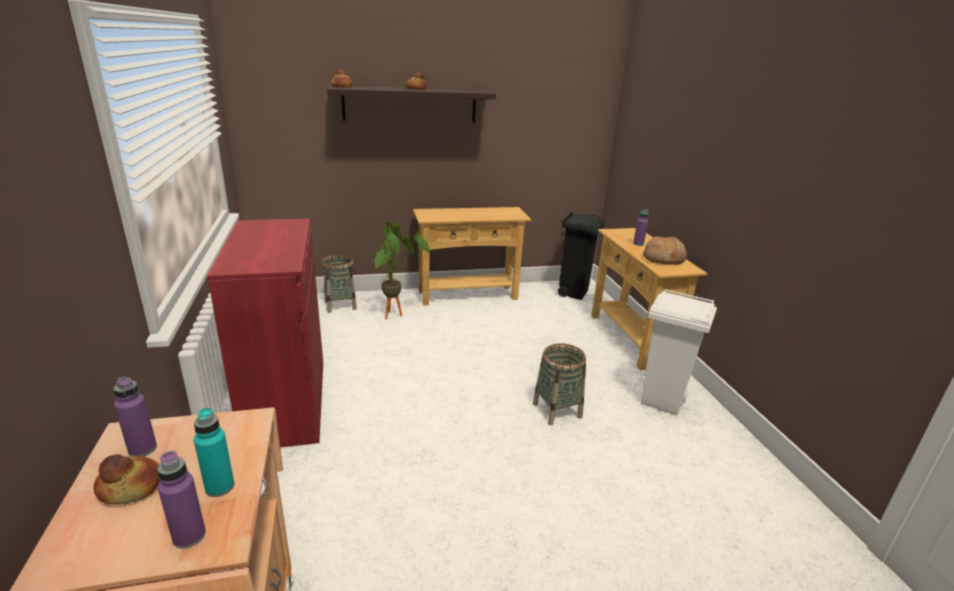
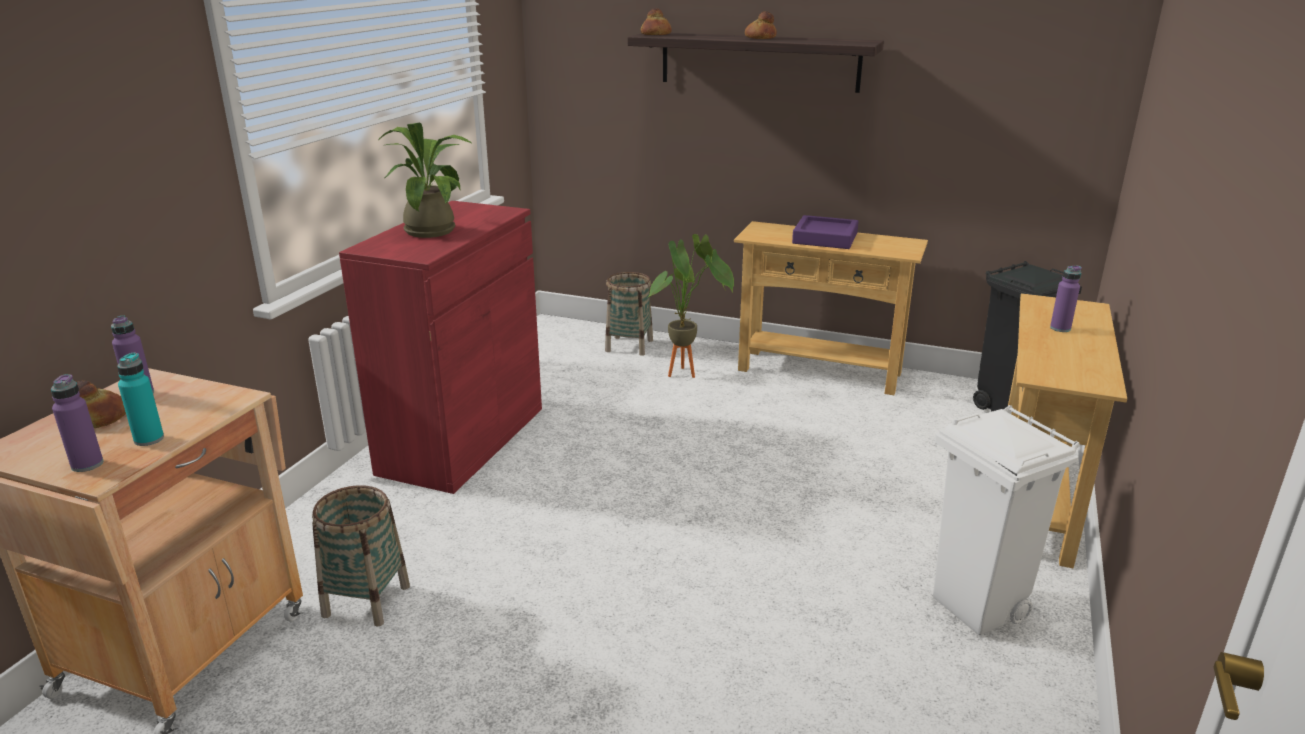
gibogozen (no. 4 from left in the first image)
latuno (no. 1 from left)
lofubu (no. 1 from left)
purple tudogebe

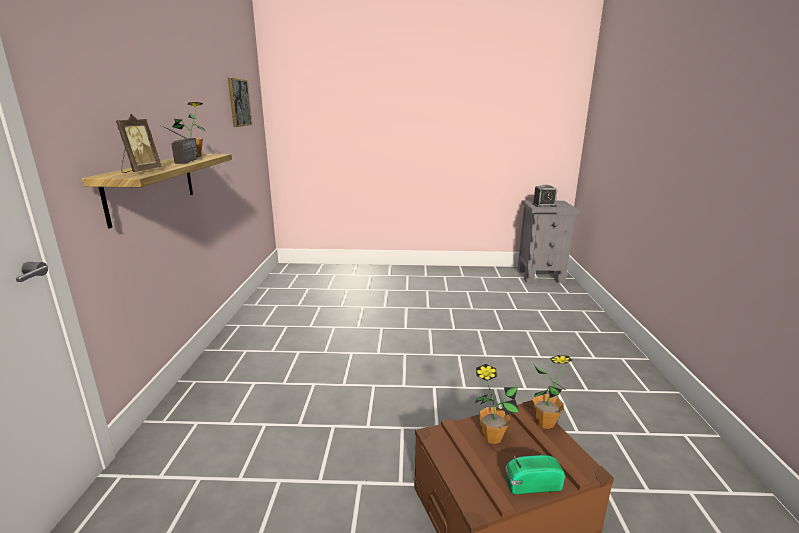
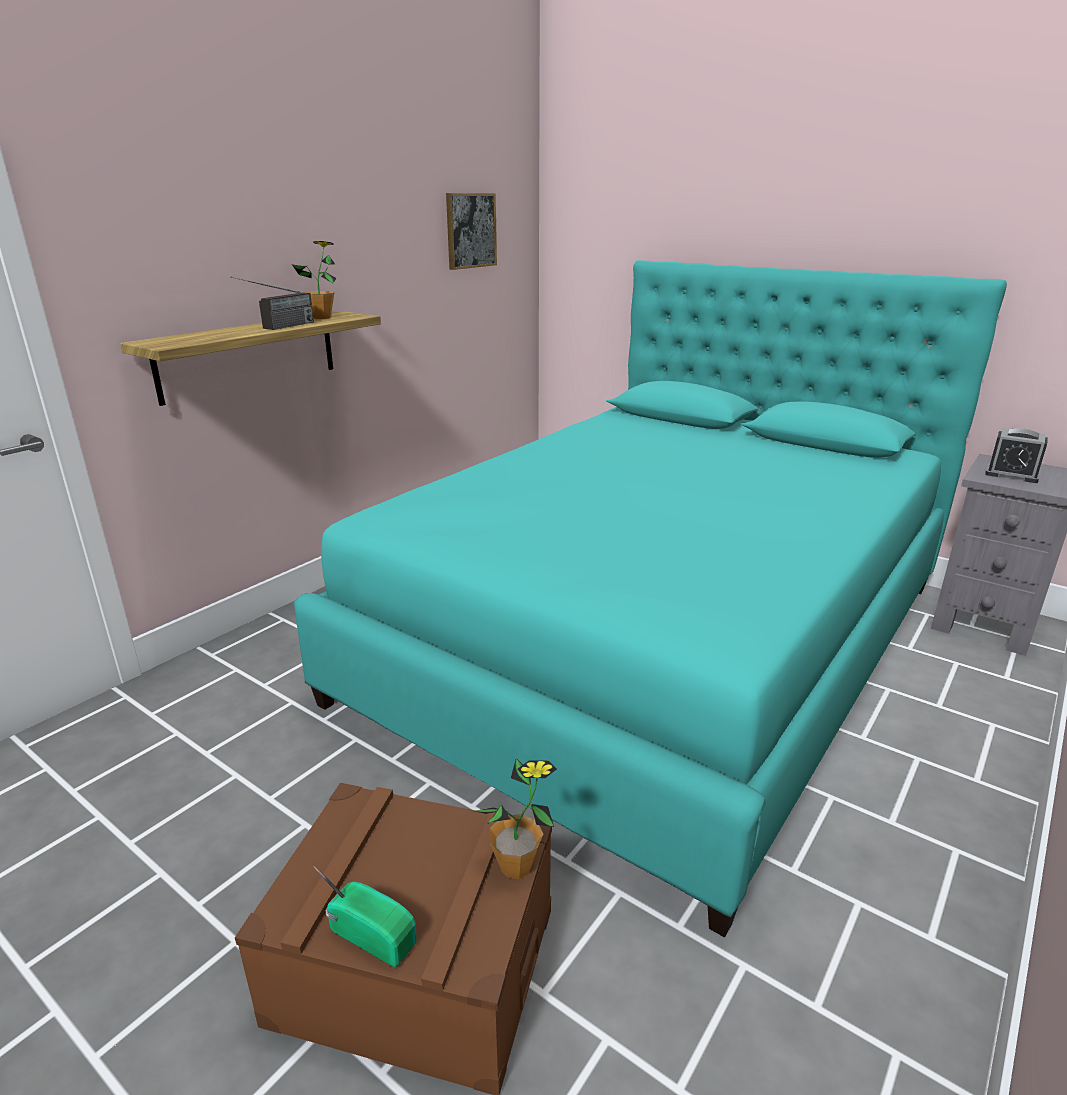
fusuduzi
lofubu (no. 2 from left in the first image)
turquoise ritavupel

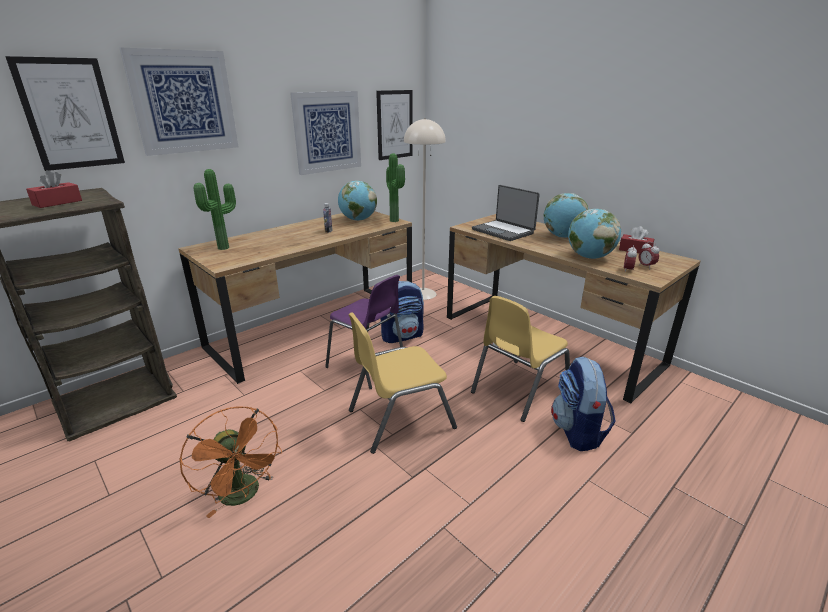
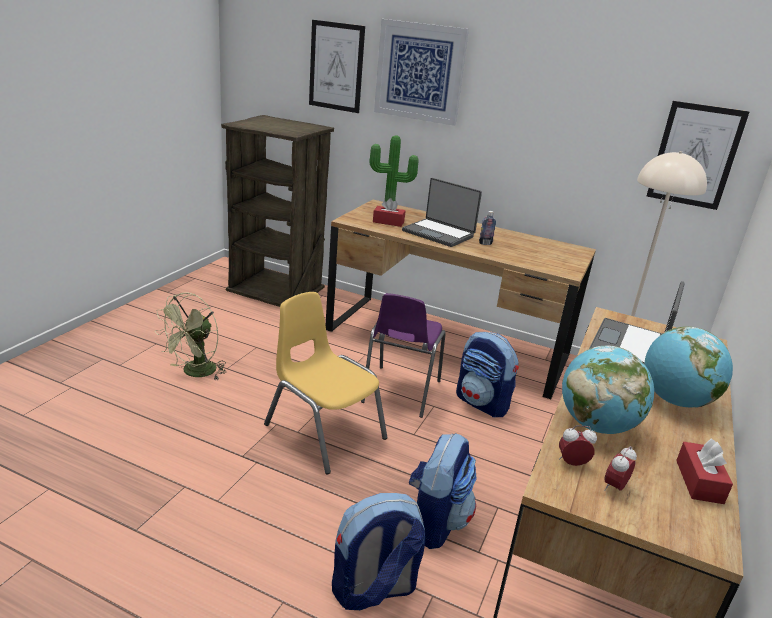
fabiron (no. 3 from left in the first image)
lofubu (no. 2 from left in the first image)
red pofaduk (no. 1 from left)
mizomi (no. 1 from left in the first image)
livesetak (no. 2 from left)
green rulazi
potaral (no. 1 from left)

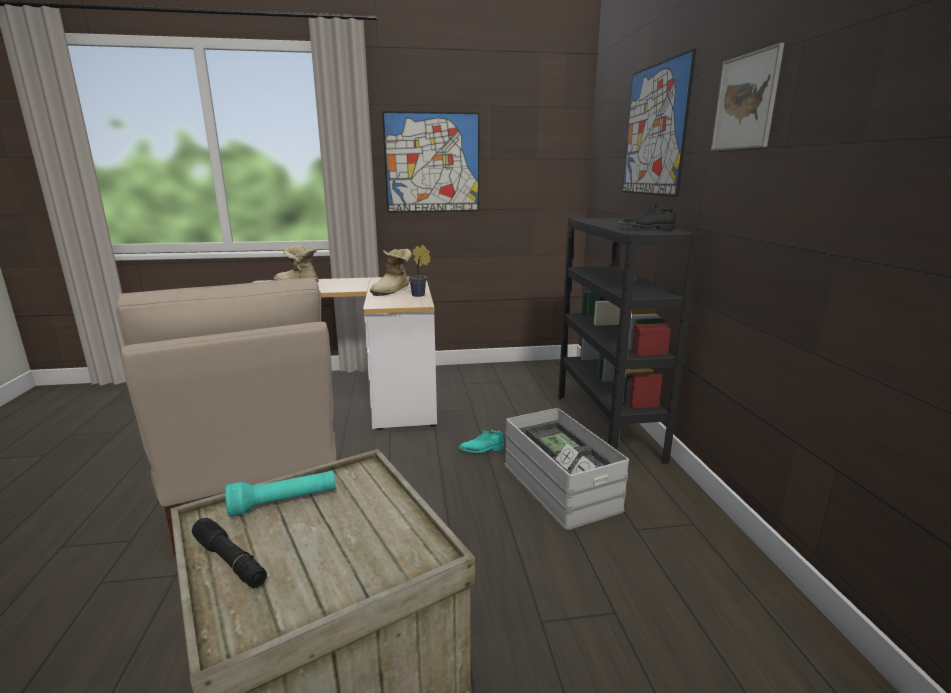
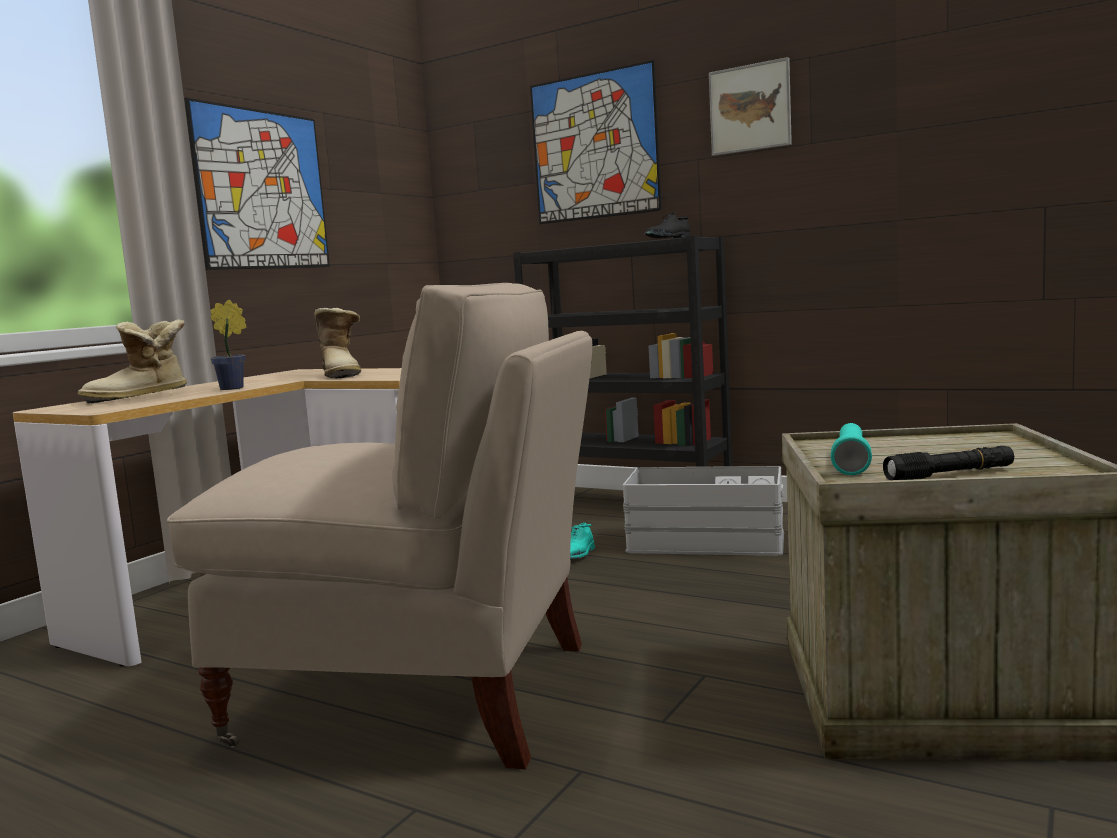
lofubu

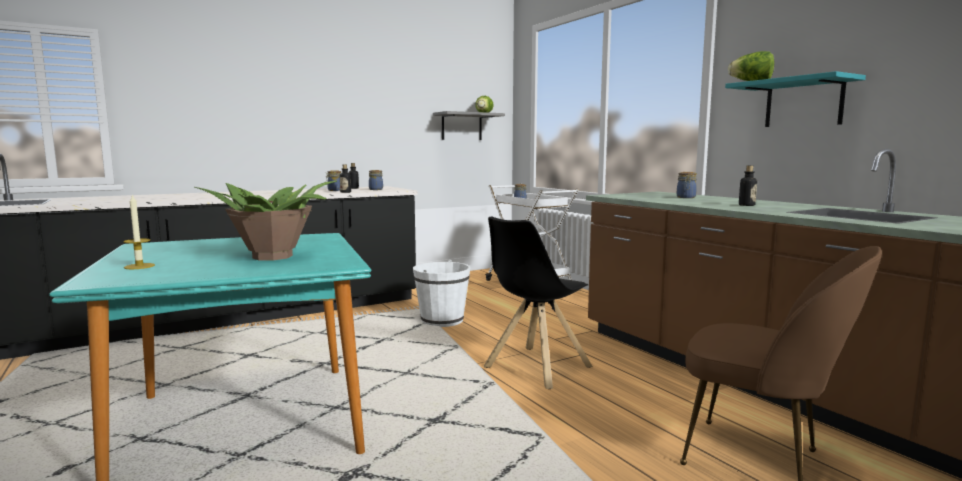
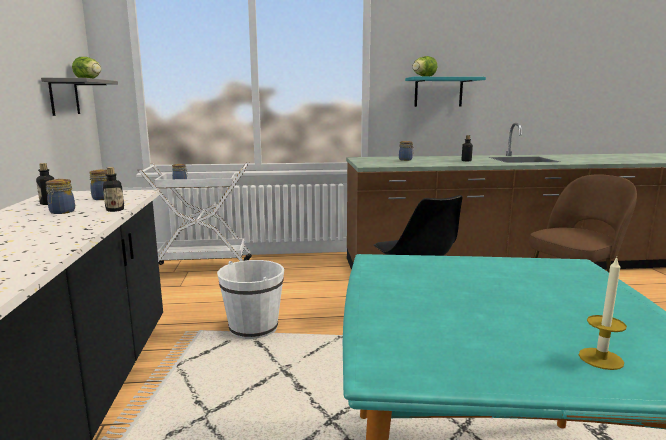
lofubu

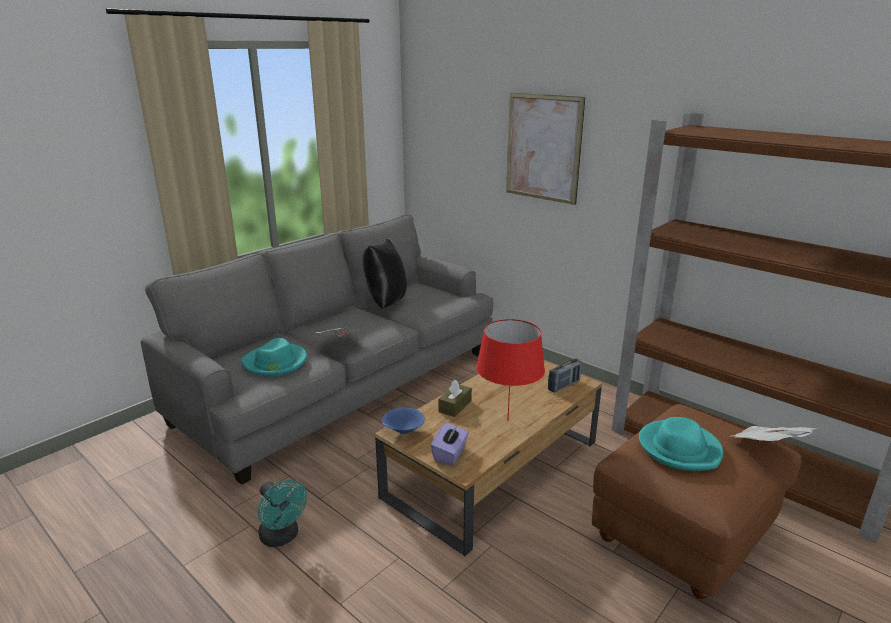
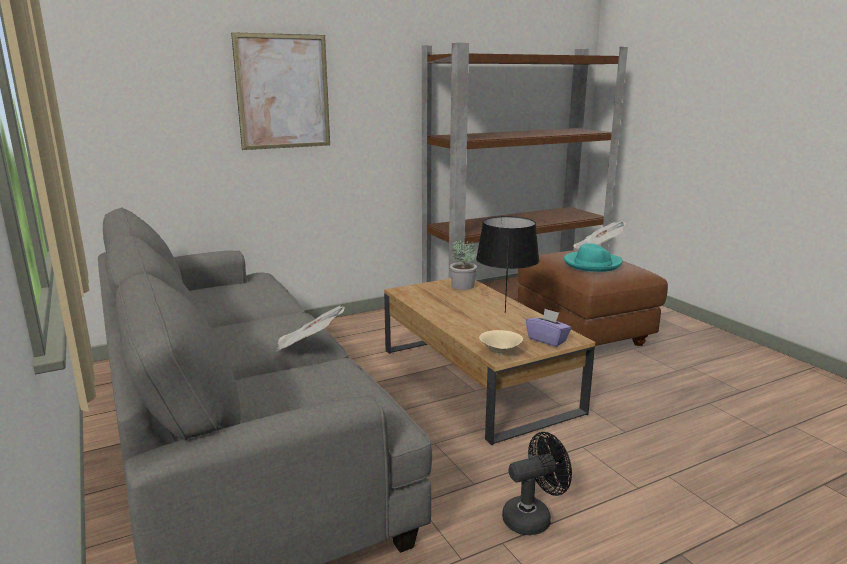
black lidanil
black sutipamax
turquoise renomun (no. 1 from left in the first image)
lofubu
brown pofaduk
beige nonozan
black rulazi

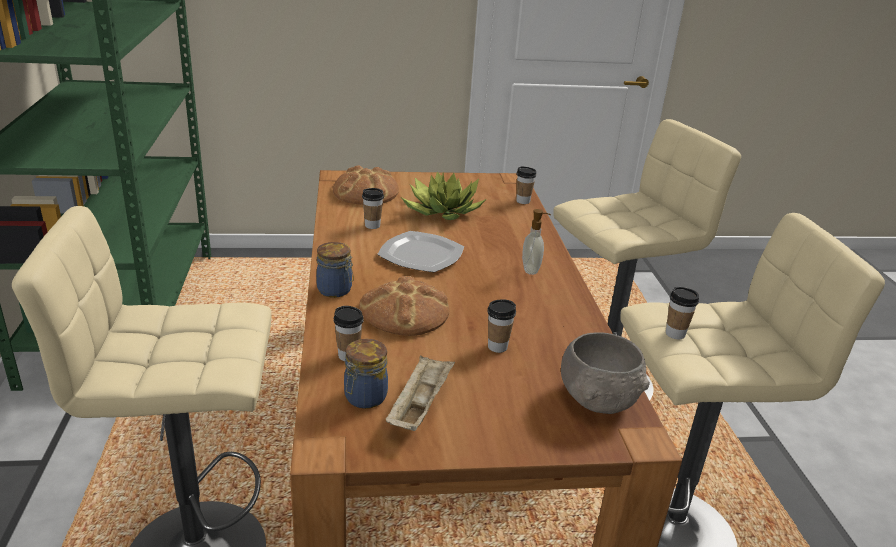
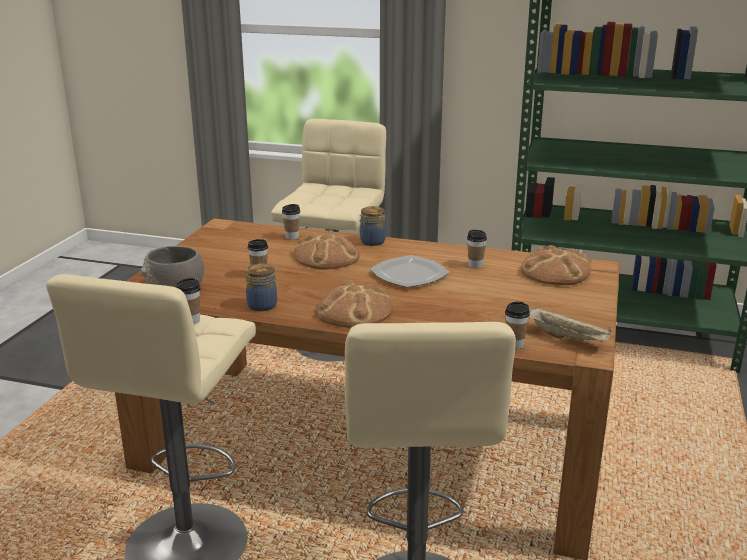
lofubu
gibogozen (no. 2 from left)
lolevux (no. 1 from left)
beige tudogebe

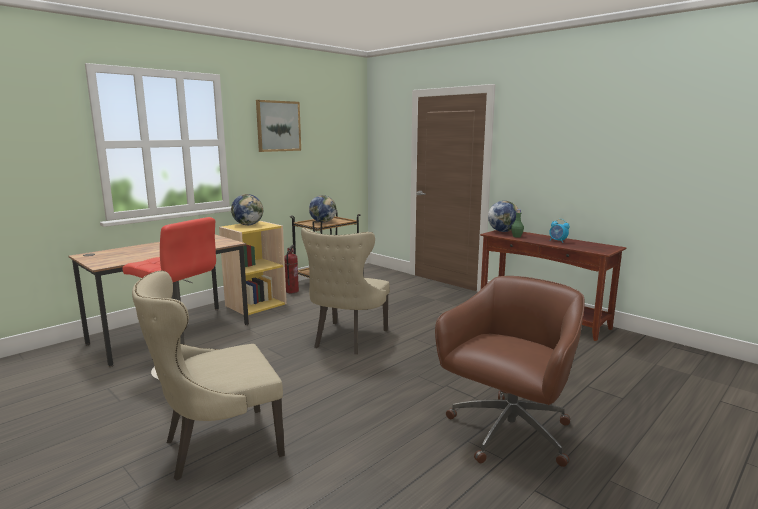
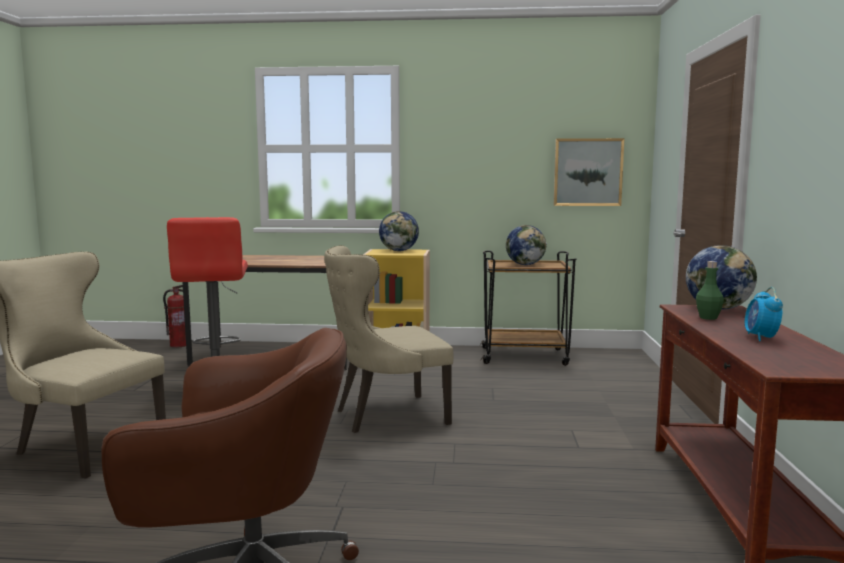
fabiron
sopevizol

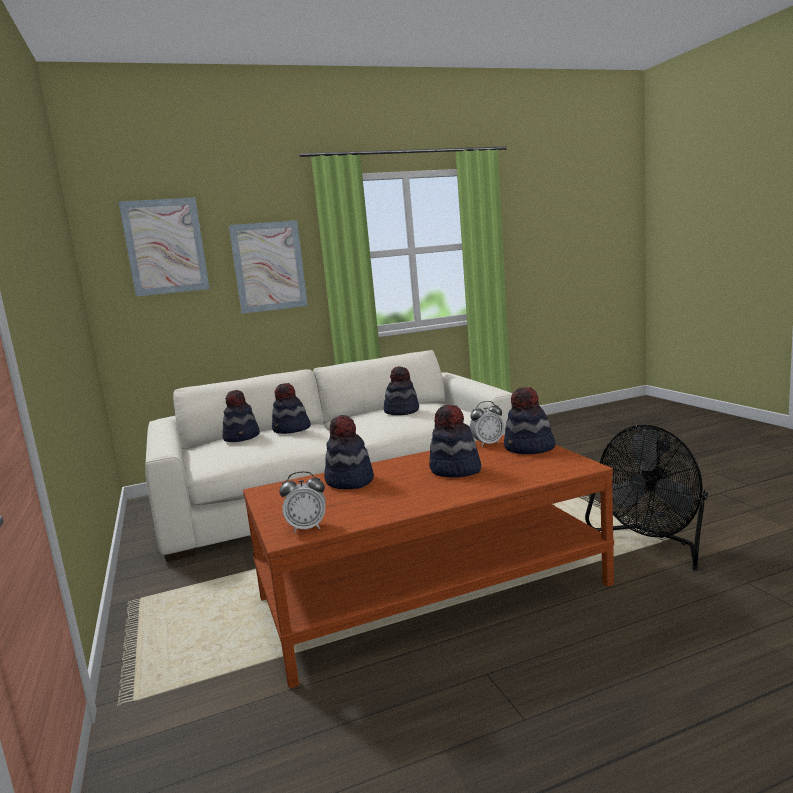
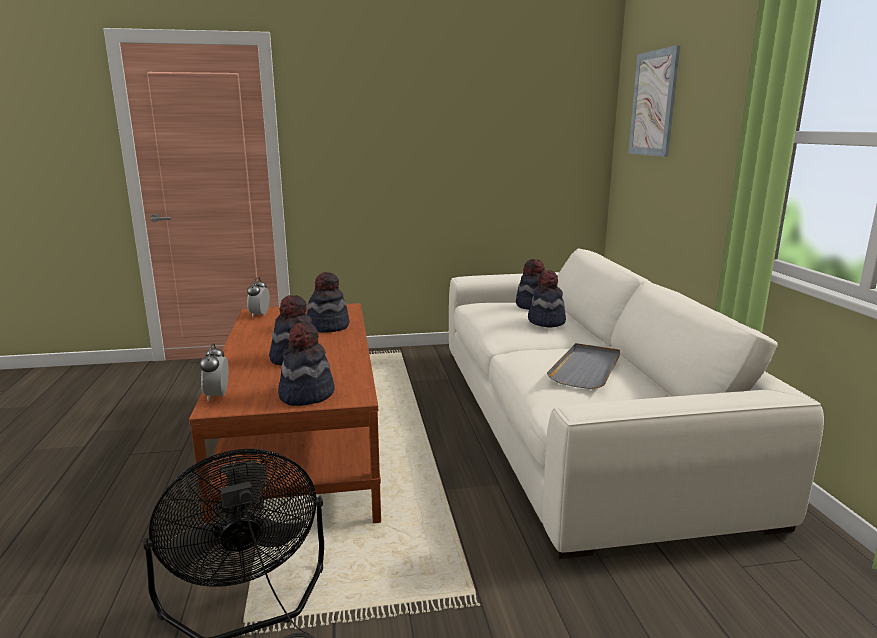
fabiron (no. 2 from left in the first image)
grey tudogebe
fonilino (no. 1 from left)

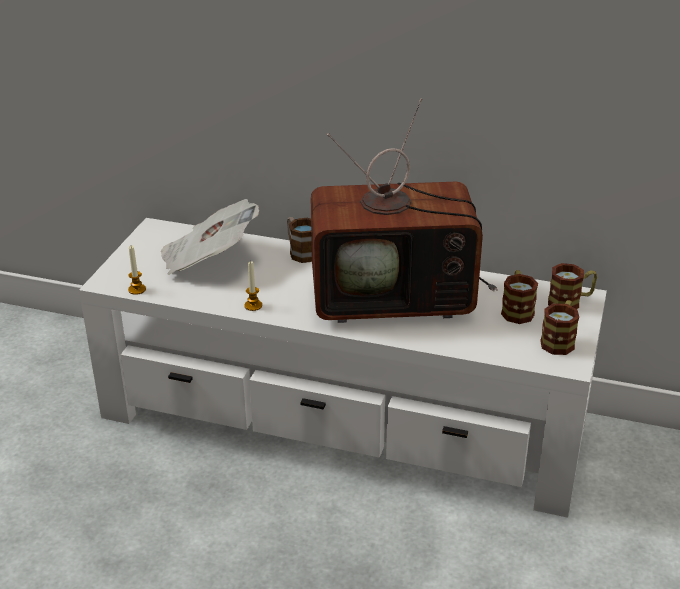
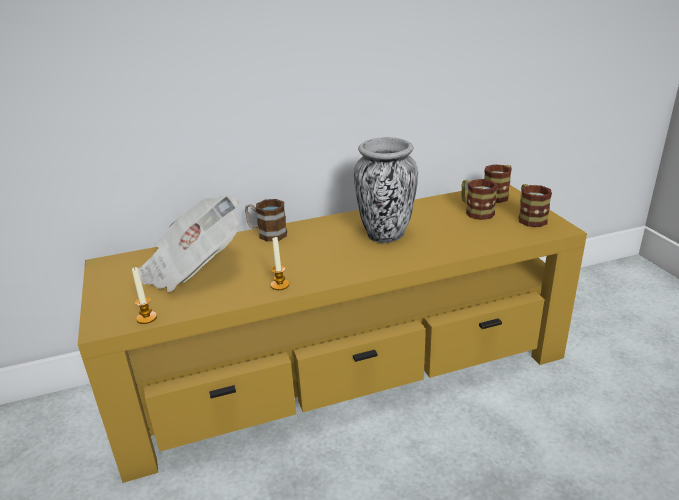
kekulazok
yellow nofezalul

